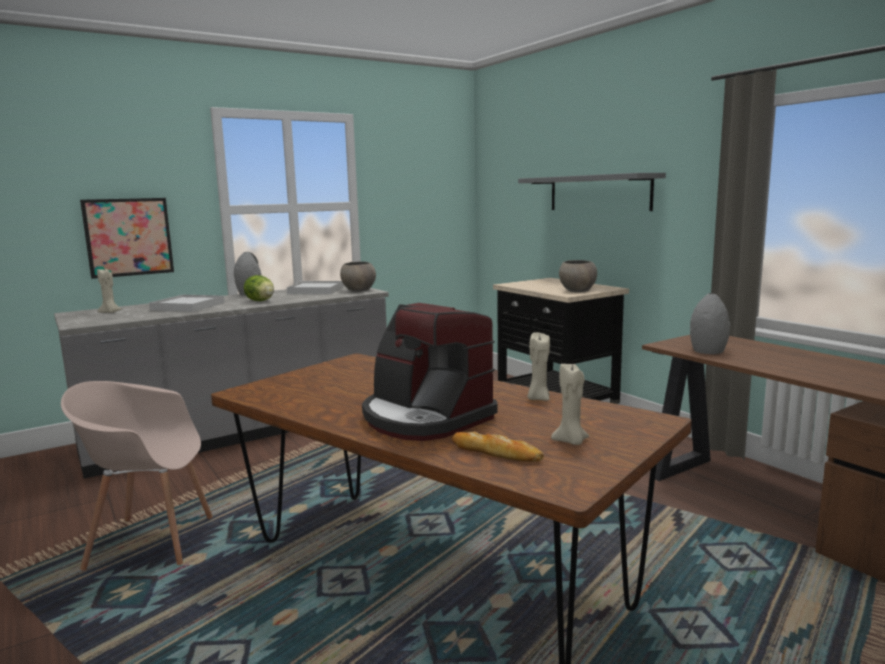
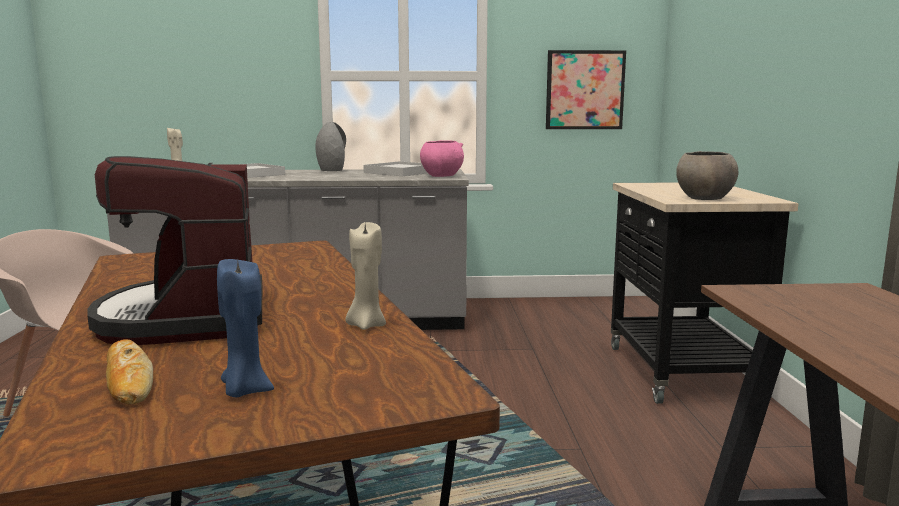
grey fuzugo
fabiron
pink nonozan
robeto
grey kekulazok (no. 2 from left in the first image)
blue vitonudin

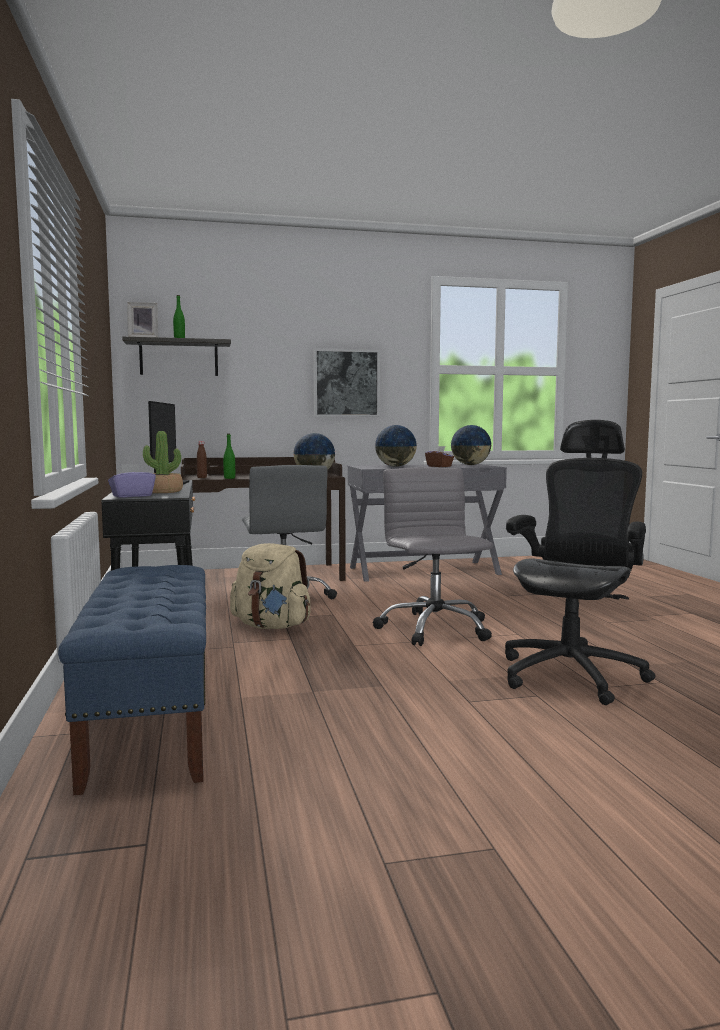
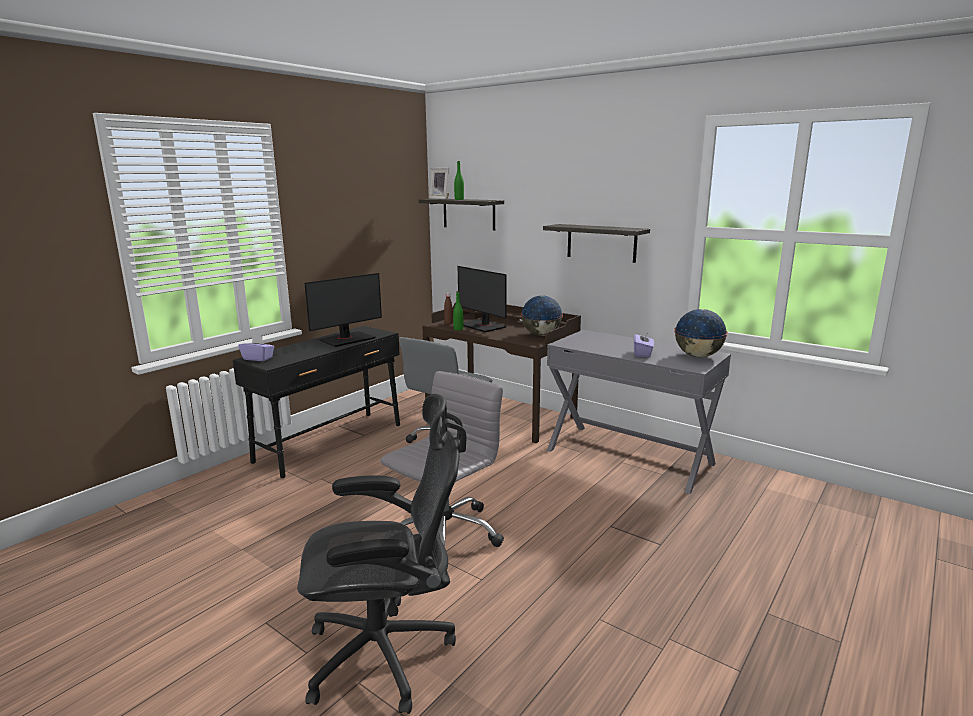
fuzugo (no. 2 from left)
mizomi (no. 2 from left in the first image)
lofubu
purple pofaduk (no. 2 from left)
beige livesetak
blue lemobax
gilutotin (no. 2 from left)

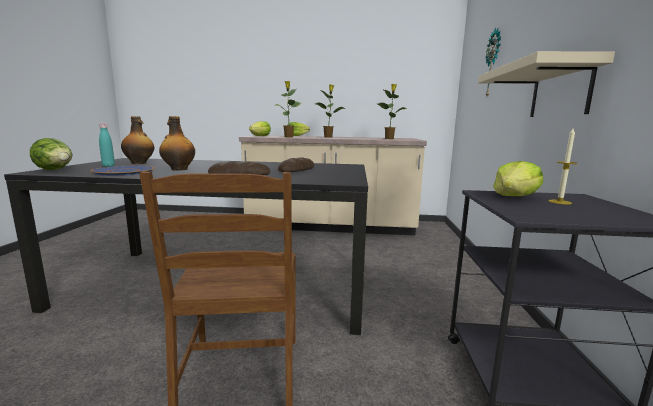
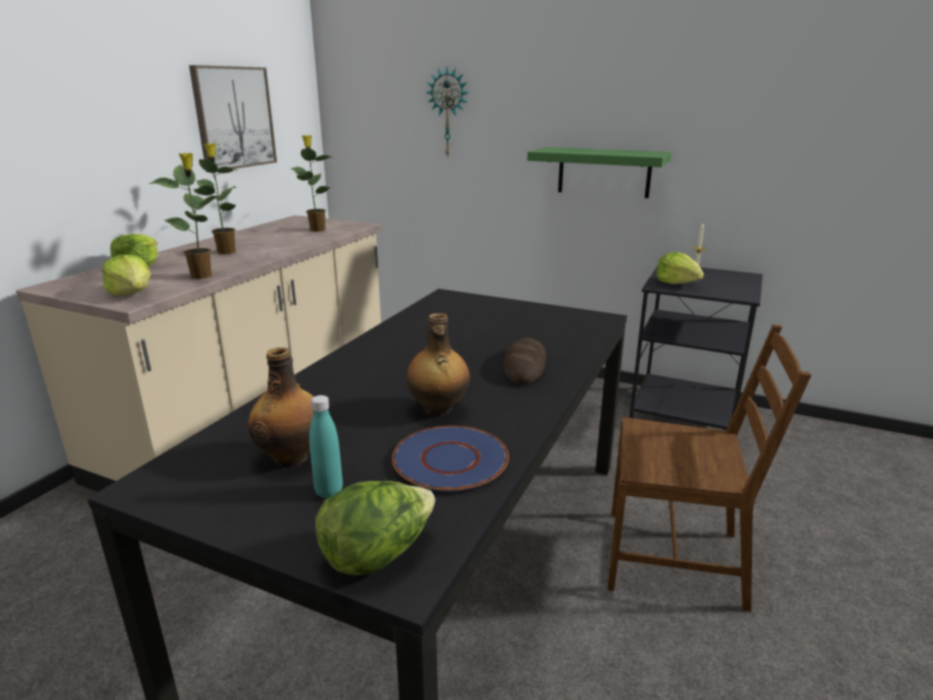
green fuzugo
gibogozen (no. 2 from left in the first image)
fabiron

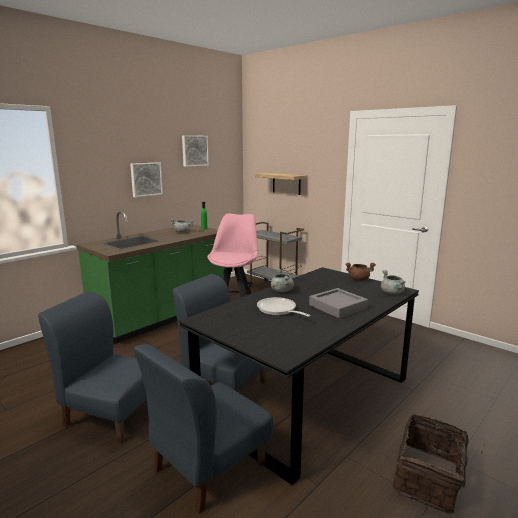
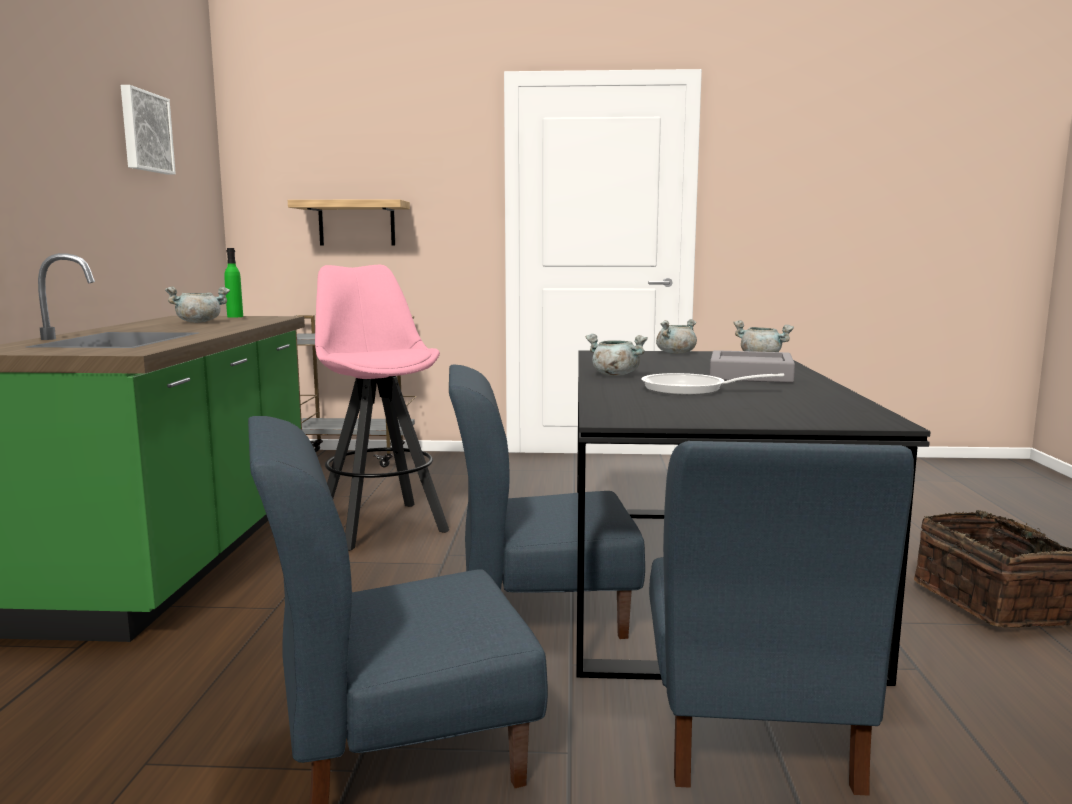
fabiron (no. 1 from left in the first image)
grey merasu (no. 3 from left)

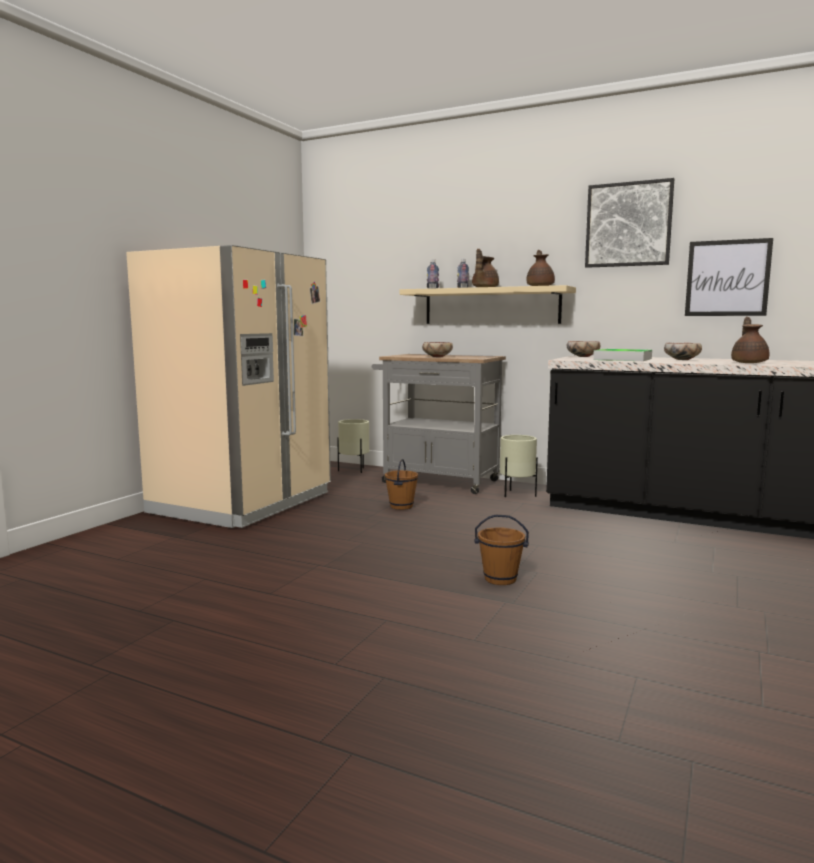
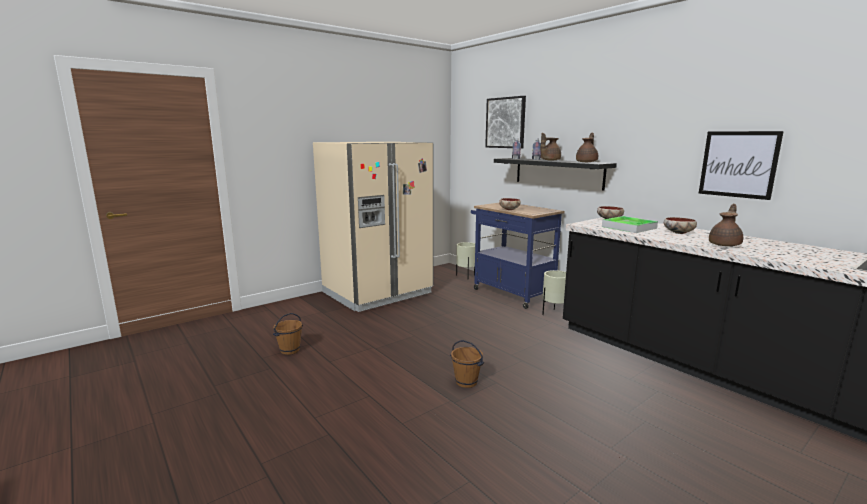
fabiron (no. 1 from left)
black fuzugo
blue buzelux
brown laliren (no. 1 from left)

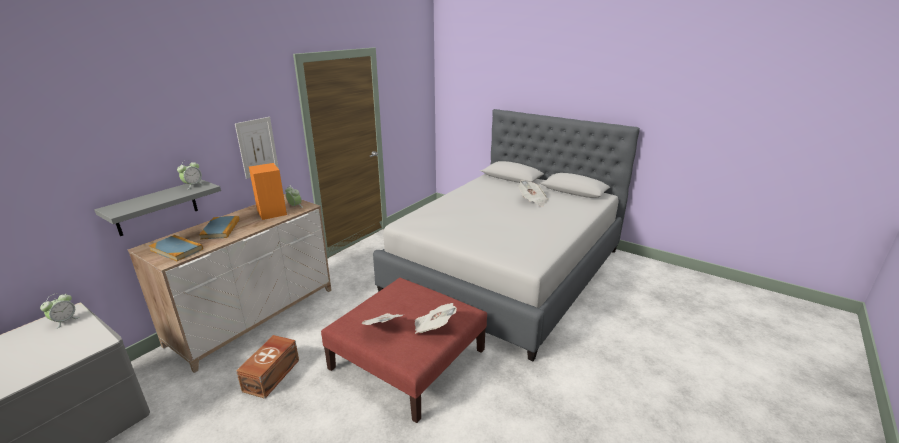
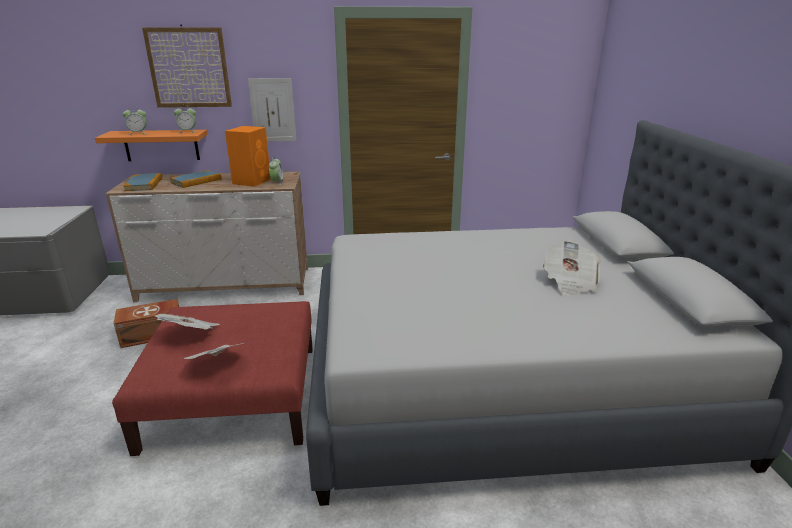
orange fuzugo
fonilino (no. 1 from left)
fabiron (no. 1 from left)

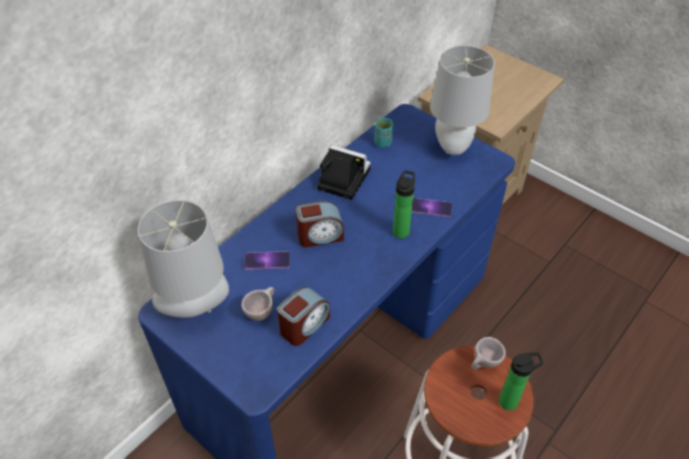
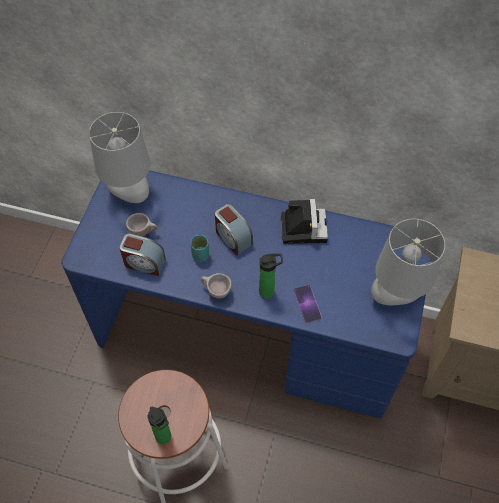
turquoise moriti
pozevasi (no. 1 from left in the first image)
beige moriti (no. 2 from left)

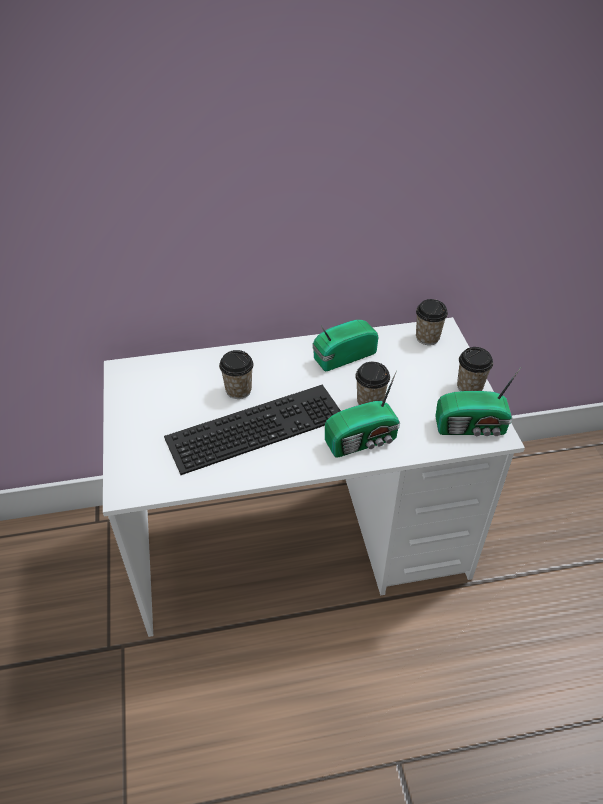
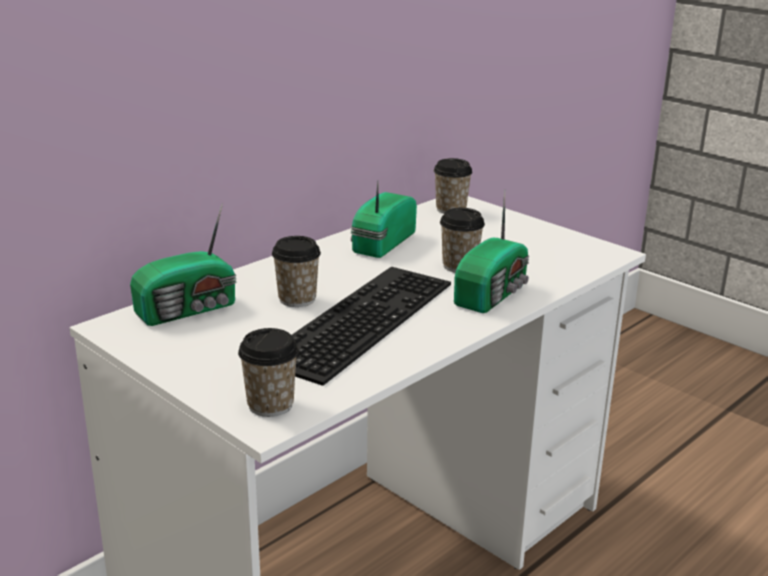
moriti (no. 1 from left)
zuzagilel (no. 1 from left)

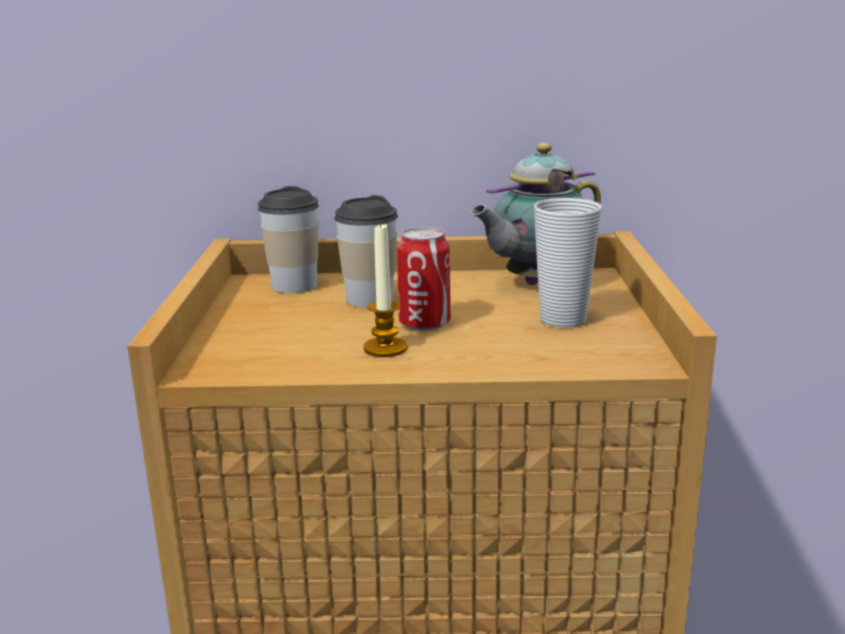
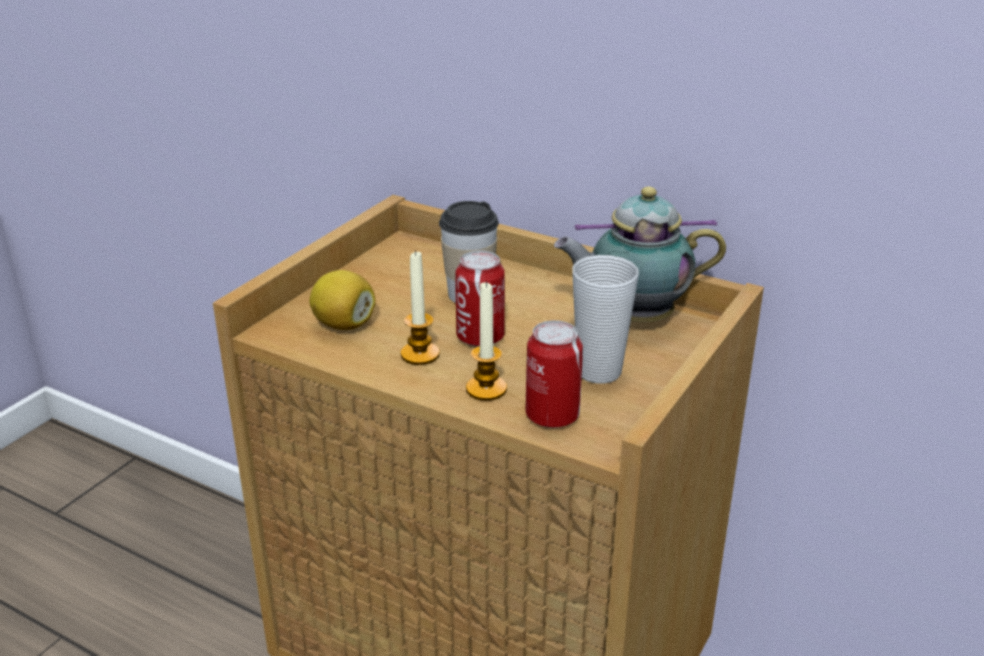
moriti (no. 1 from left in the first image)
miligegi
vitonudin (no. 2 from left)
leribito (no. 2 from left)

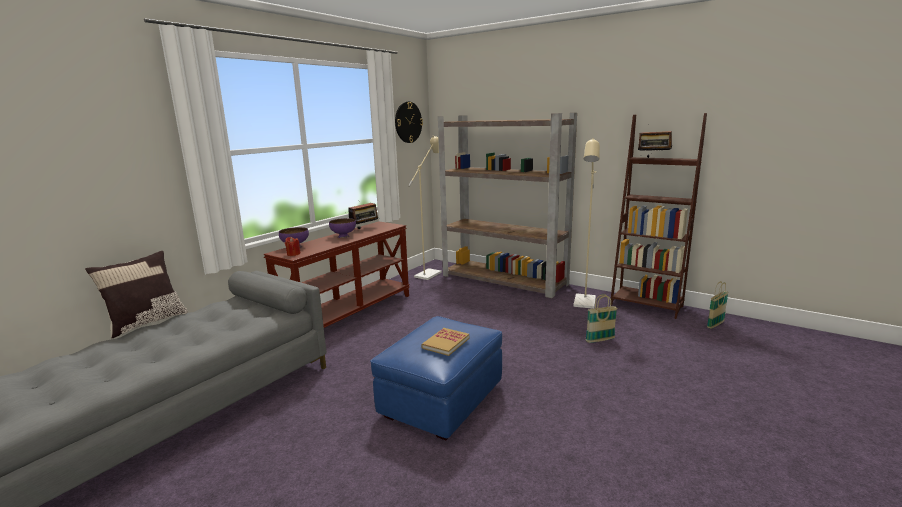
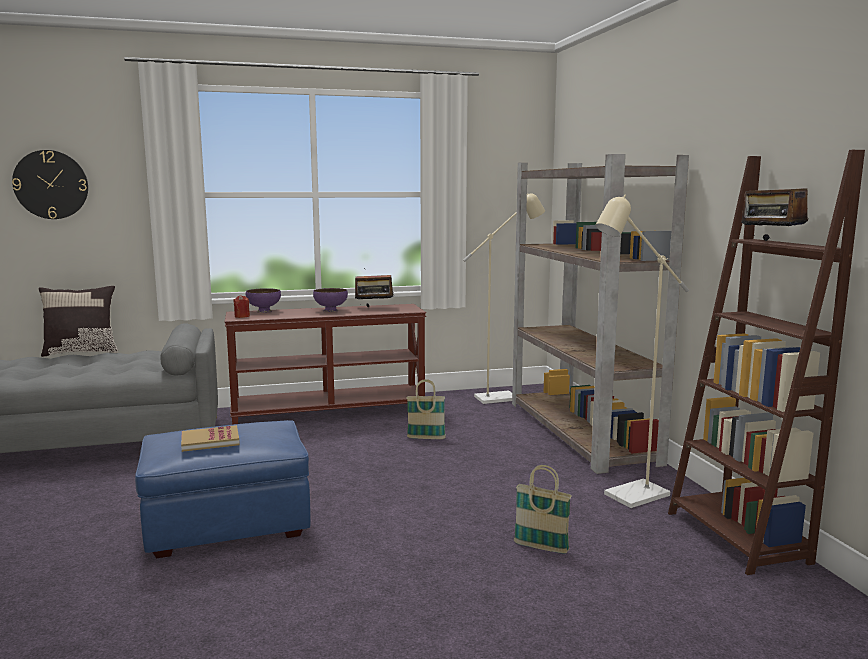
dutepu
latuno (no. 1 from left)

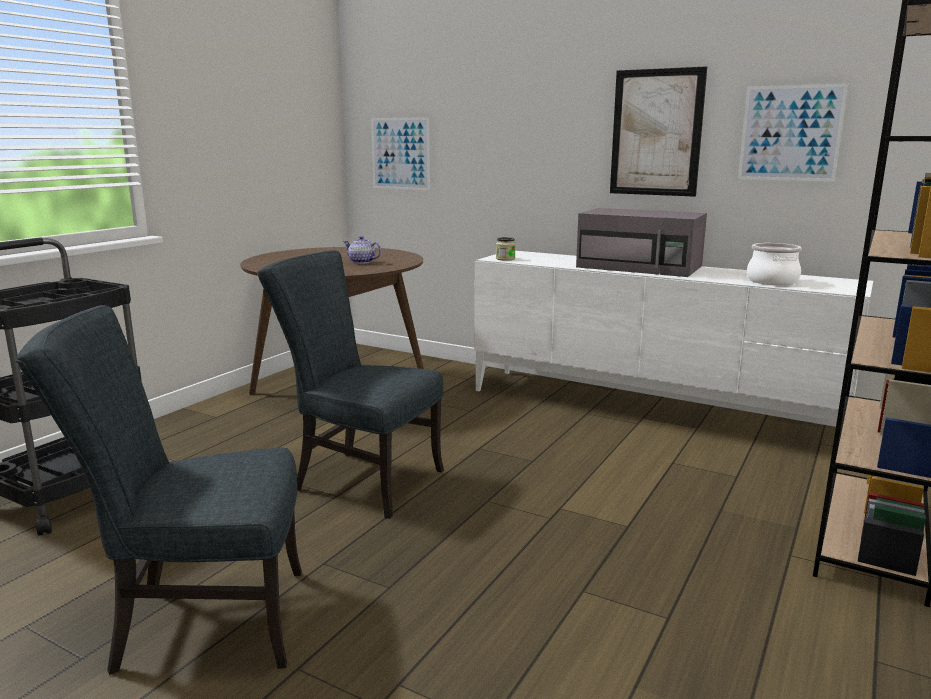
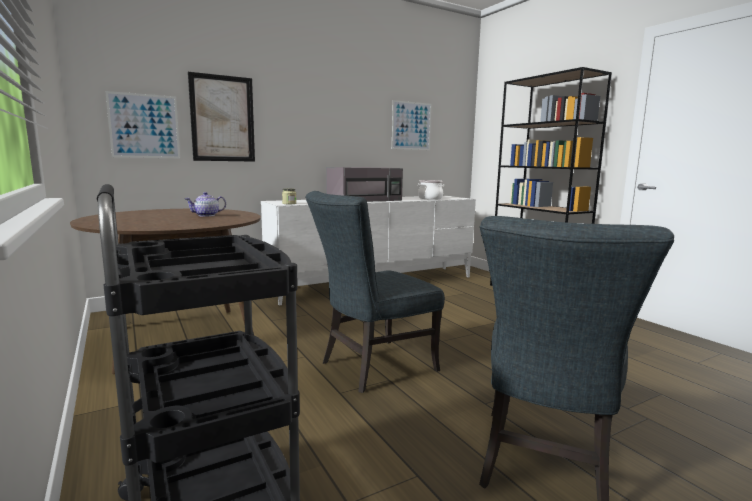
fabiron (no. 2 from left)

